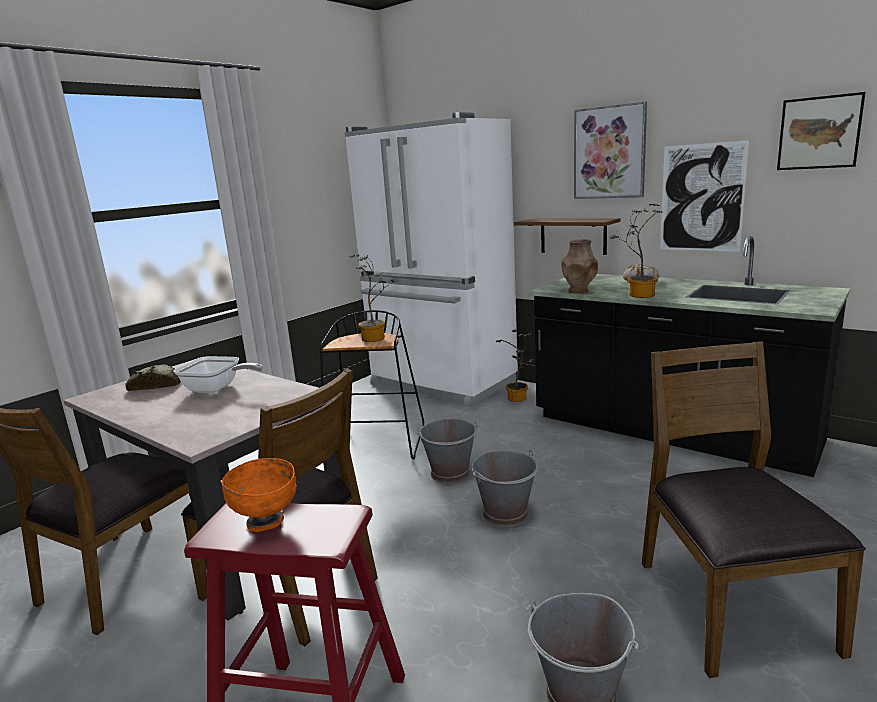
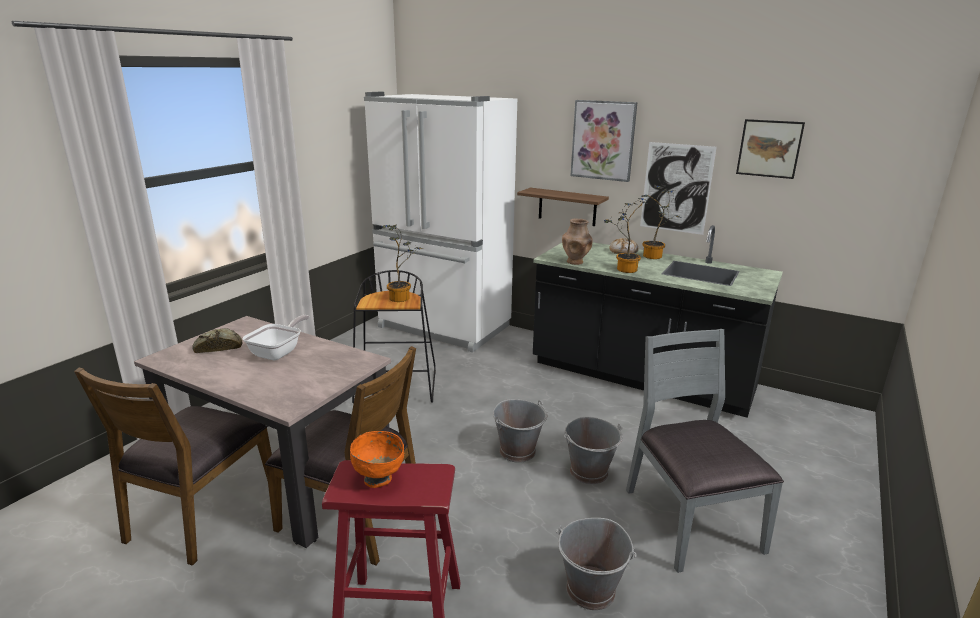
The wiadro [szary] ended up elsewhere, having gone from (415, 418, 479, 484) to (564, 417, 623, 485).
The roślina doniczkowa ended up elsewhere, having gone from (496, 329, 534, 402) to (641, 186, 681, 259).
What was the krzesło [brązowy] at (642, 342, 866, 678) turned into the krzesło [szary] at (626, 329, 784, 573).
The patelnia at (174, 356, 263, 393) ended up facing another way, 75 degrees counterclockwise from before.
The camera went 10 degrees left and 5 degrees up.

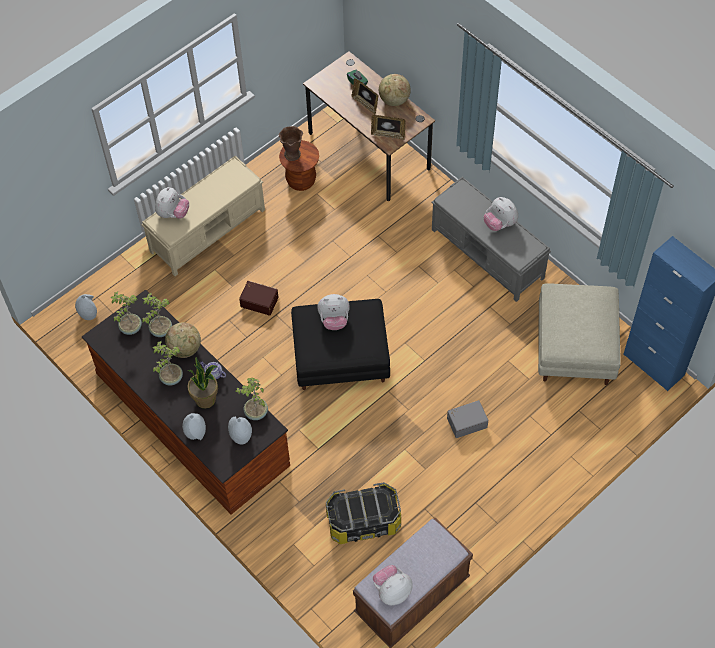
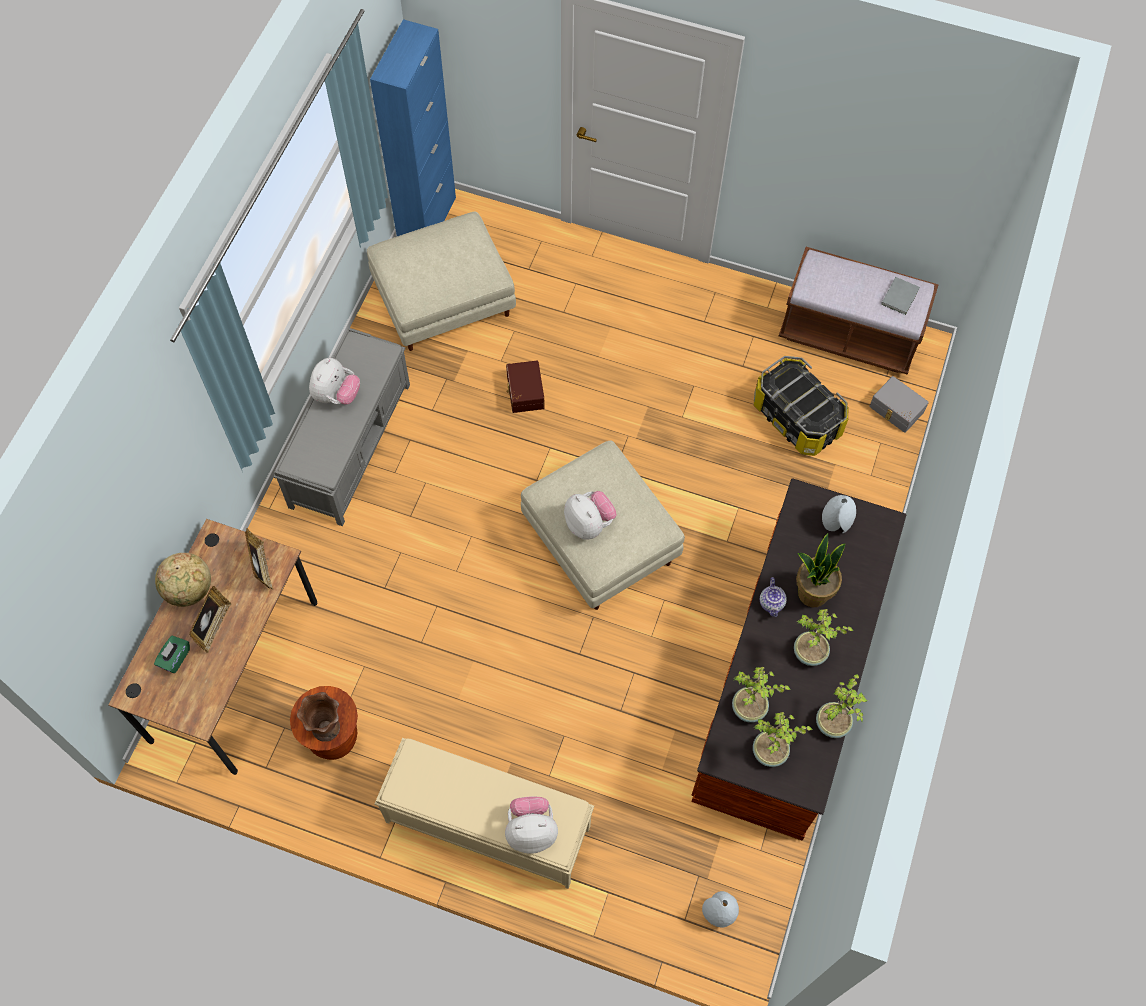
The second view lost the globus at (165, 323, 201, 358).
The second view lost the wazon [szary] at (182, 413, 206, 440).
The roślina doniczkowa ended up elsewhere, having gone from (235, 378, 268, 420) to (816, 674, 868, 738).
The pojemnik do przechowywania [brązowy] ended up elsewhere, having gone from (239, 281, 279, 316) to (506, 361, 545, 413).
The pojemnik do przechowywania [szary] ended up elsewhere, having gone from (447, 400, 488, 438) to (869, 376, 929, 433).
Where the pluszak stood at (373, 565, 413, 605), the książka [szary] came to stand at (881, 277, 920, 315).
What was the pufa [czarny] at (291, 299, 390, 390) turned into the pufa [beżowy] at (521, 441, 685, 610).
The camera went 120 degrees left and 5 degrees up.

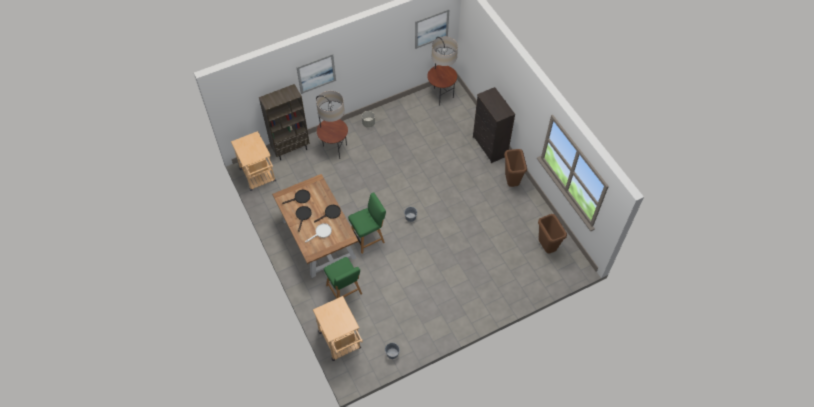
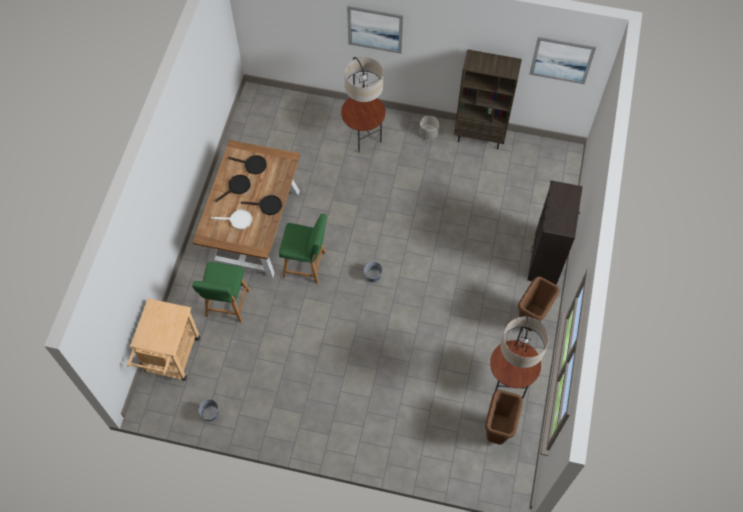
The second view lost the wózek [beżowy] at (231, 131, 276, 191).
The regał [brązowy] ended up elsewhere, having gone from (259, 84, 310, 160) to (454, 49, 522, 149).
The lampa stojąca ended up elsewhere, having gone from (427, 37, 458, 106) to (490, 315, 549, 397).
The camera went 40 degrees right and 5 degrees up.

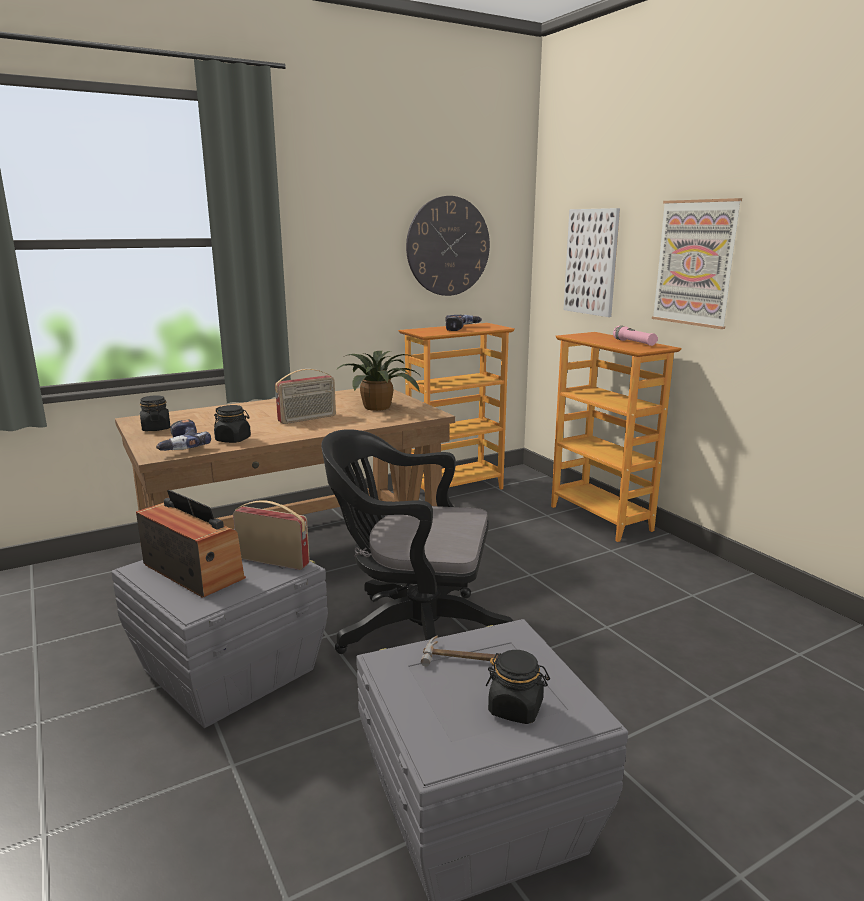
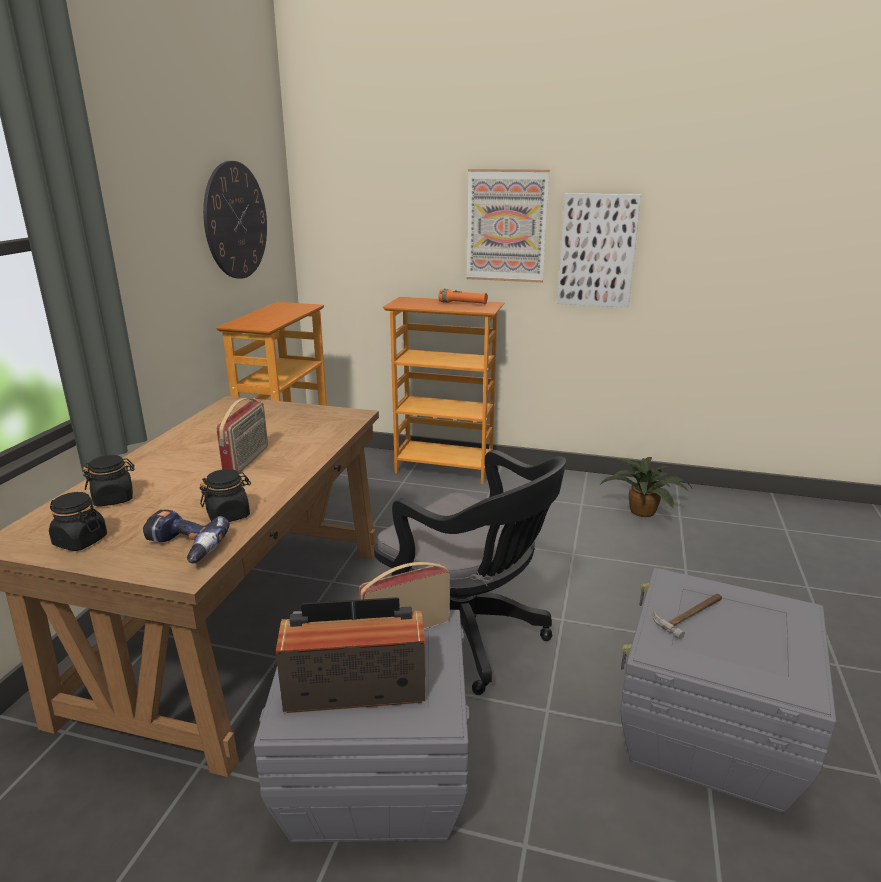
The second view lost the wiertarka at (445, 315, 482, 331).
The roślina doniczkowa ended up elsewhere, having gone from (335, 351, 420, 411) to (600, 457, 692, 517).
The słoik [czarny] ended up elsewhere, having gone from (486, 650, 550, 724) to (83, 455, 134, 506).
The obraz ended up elsewhere, having gone from (564, 208, 620, 317) to (557, 193, 641, 308).
What was the latarka [różowy] at (613, 326, 658, 346) turned into the latarka [pomarańczowy] at (438, 289, 488, 304).
The krzesło biurowe [czarny] at (321, 429, 513, 654) ended up facing another way, 105 degrees counterclockwise from before.
The camera went 45 degrees left and 5 degrees up.

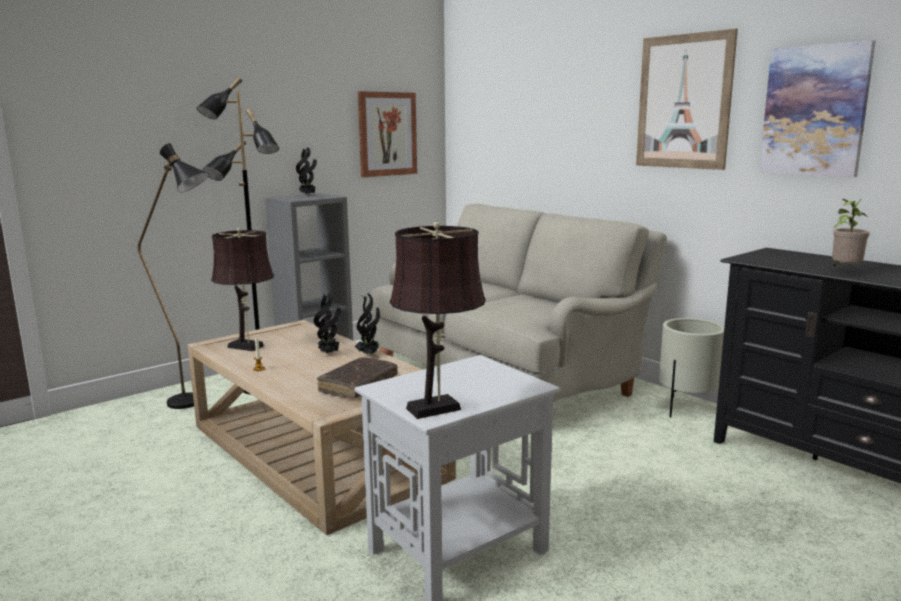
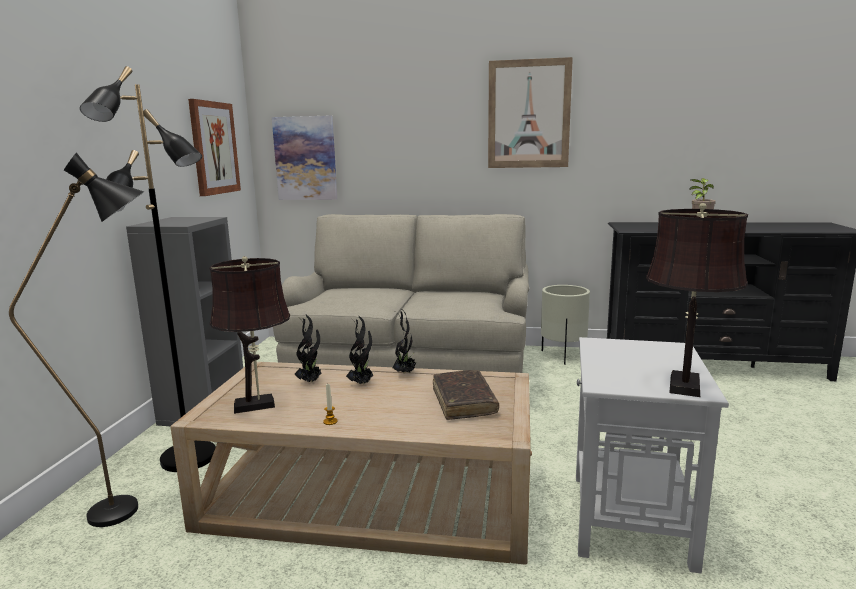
The roślina doniczkowa ended up elsewhere, having gone from (296, 148, 317, 195) to (294, 315, 322, 383).
The obraz ended up elsewhere, having gone from (759, 40, 876, 177) to (272, 115, 337, 200).
The camera went 40 degrees left and 0 degrees up.

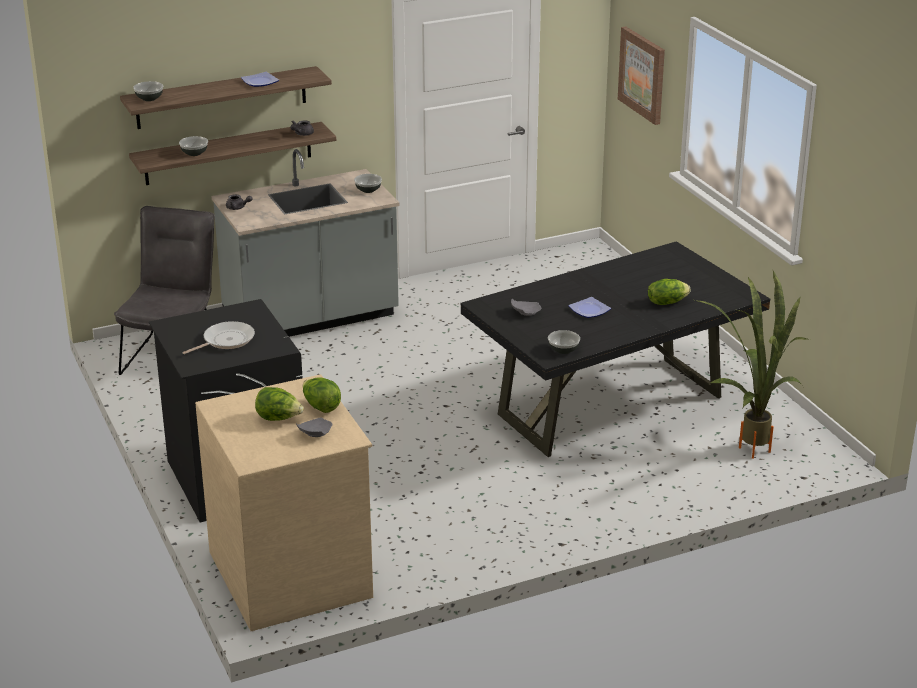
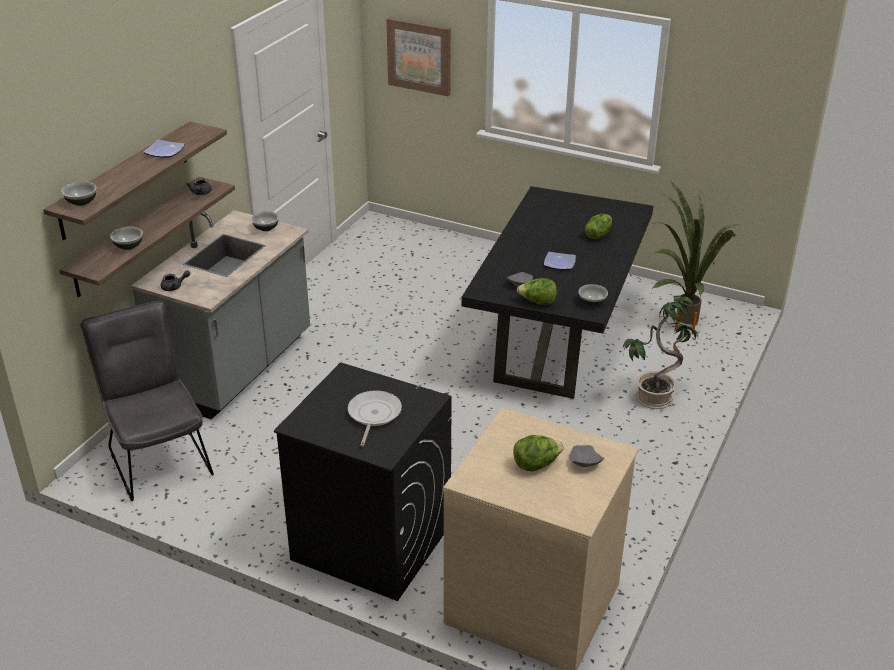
The second view gained the roślina doniczkowa at (623, 295, 698, 409).
The sałata ended up elsewhere, having gone from (303, 377, 341, 413) to (517, 278, 557, 305).
The camera went 40 degrees left and 5 degrees up.

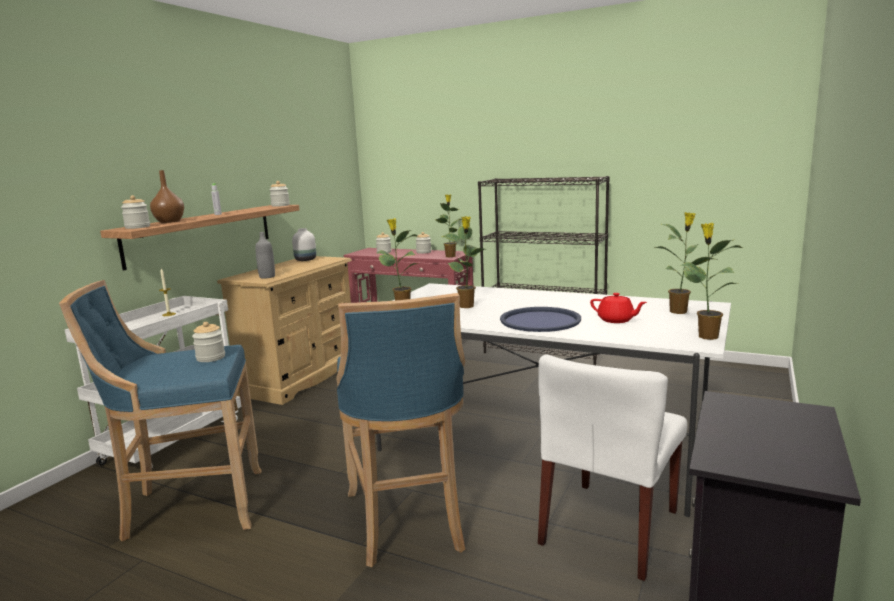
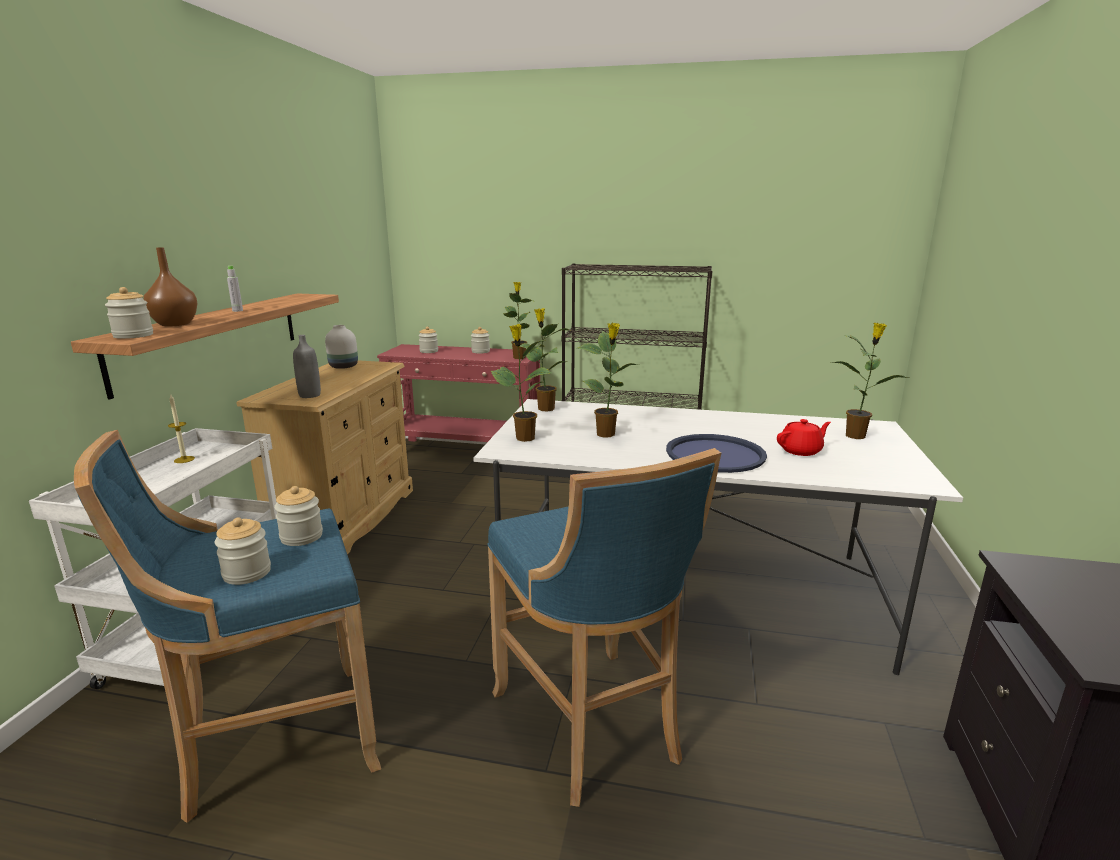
The second view lost the krzesło [biały] at (538, 354, 688, 581).
The słoik ended up elsewhere, having gone from (270, 181, 290, 207) to (215, 518, 271, 585).
The roślina doniczkowa ended up elsewhere, having gone from (681, 223, 743, 340) to (519, 308, 571, 412).
The imbryk [czerwony] at (590, 293, 647, 323) ended up facing another way, 45 degrees counterclockwise from before.
The camera went 15 degrees left and 5 degrees up.

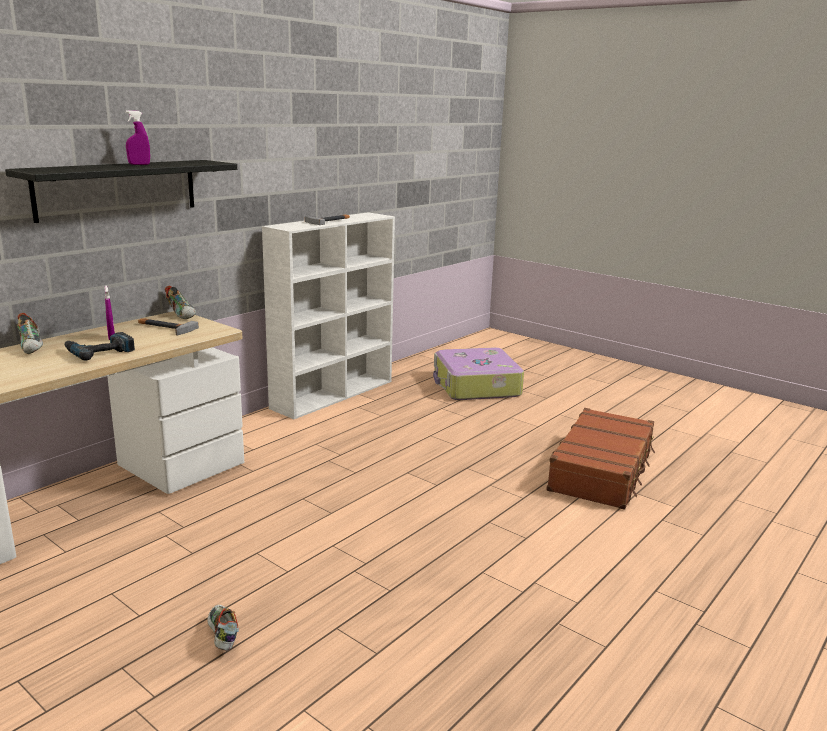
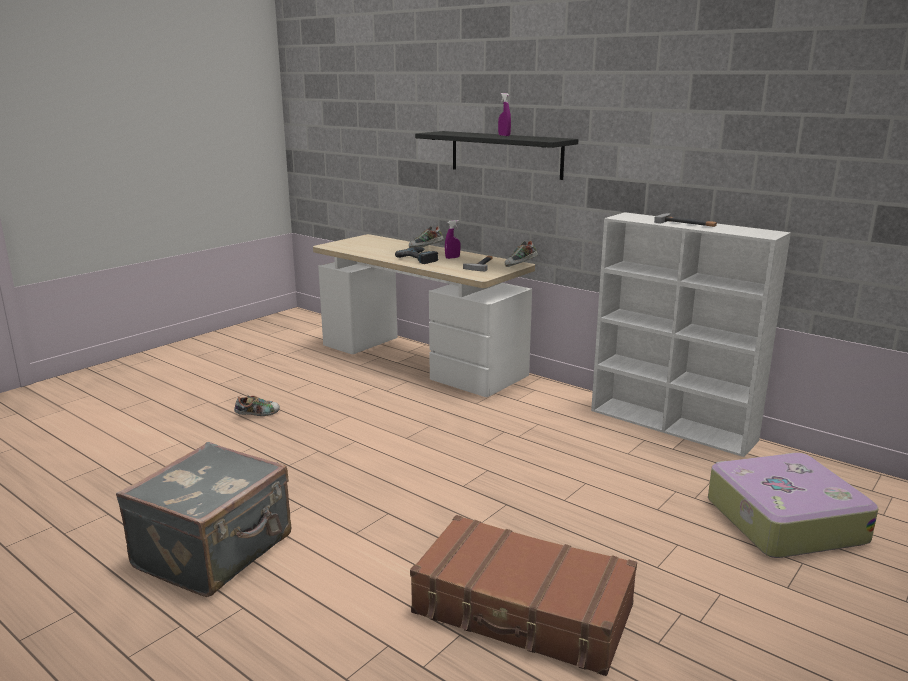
The second view gained the walizka [szary] at (116, 442, 291, 597).
The camera went 90 degrees right and 0 degrees up.

